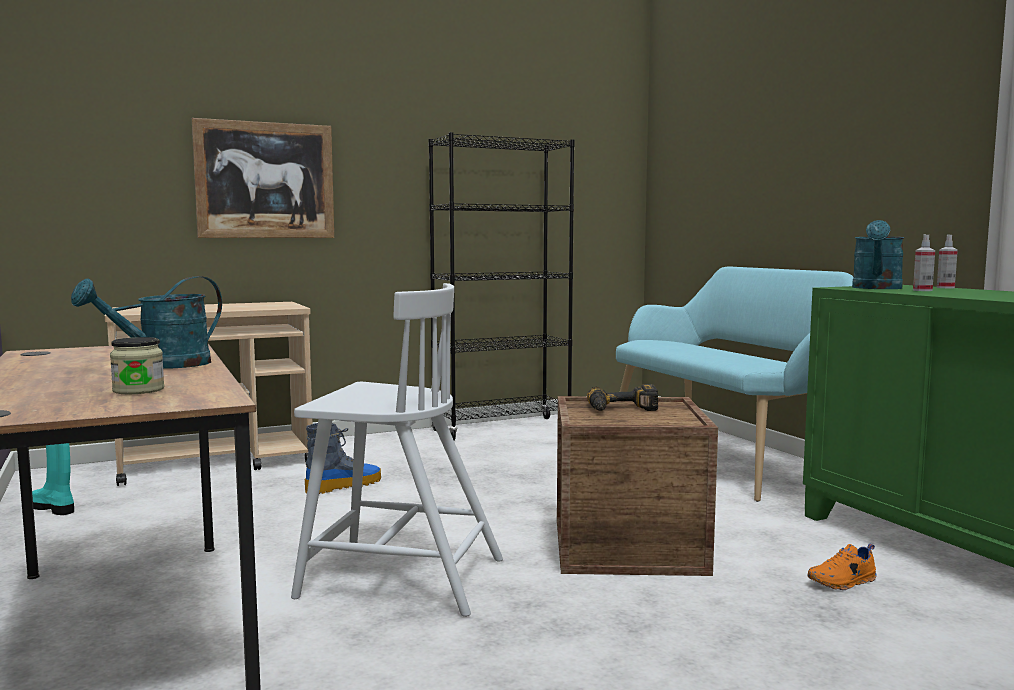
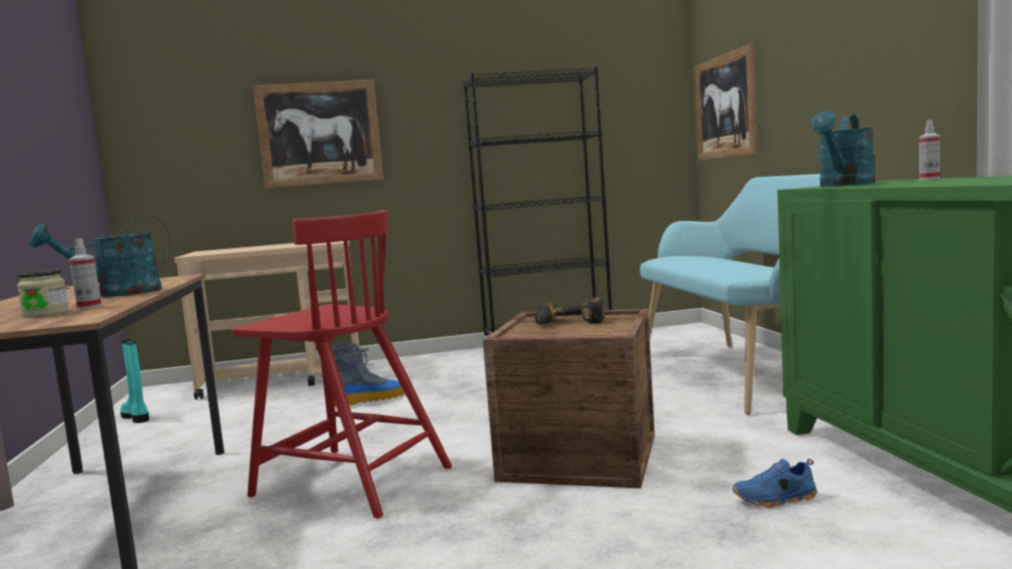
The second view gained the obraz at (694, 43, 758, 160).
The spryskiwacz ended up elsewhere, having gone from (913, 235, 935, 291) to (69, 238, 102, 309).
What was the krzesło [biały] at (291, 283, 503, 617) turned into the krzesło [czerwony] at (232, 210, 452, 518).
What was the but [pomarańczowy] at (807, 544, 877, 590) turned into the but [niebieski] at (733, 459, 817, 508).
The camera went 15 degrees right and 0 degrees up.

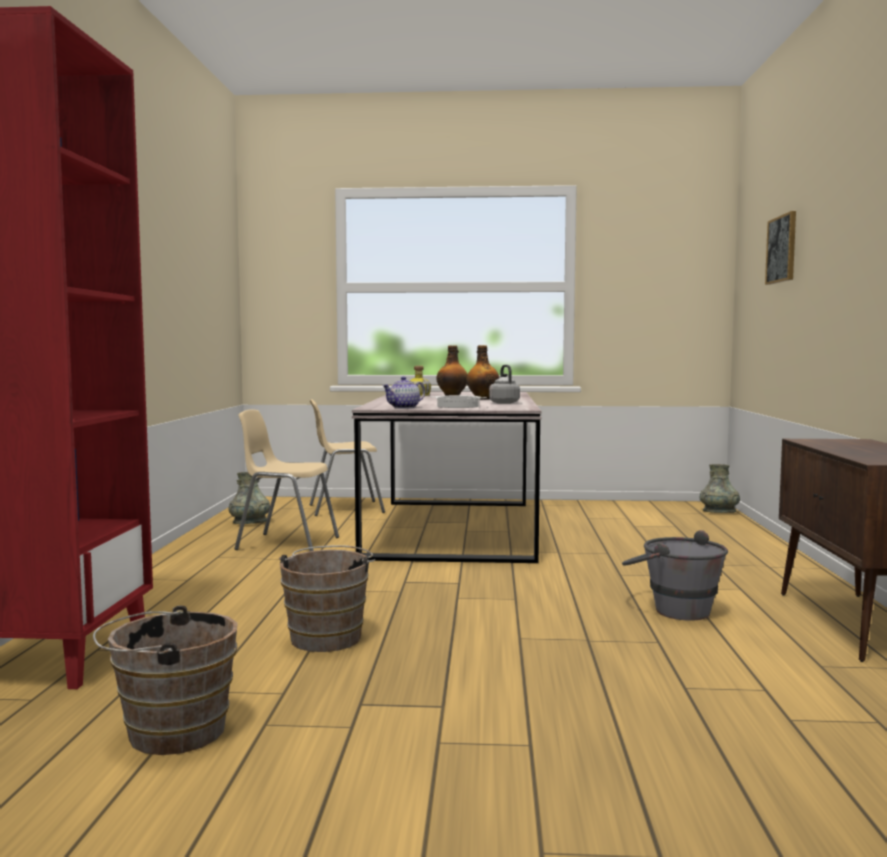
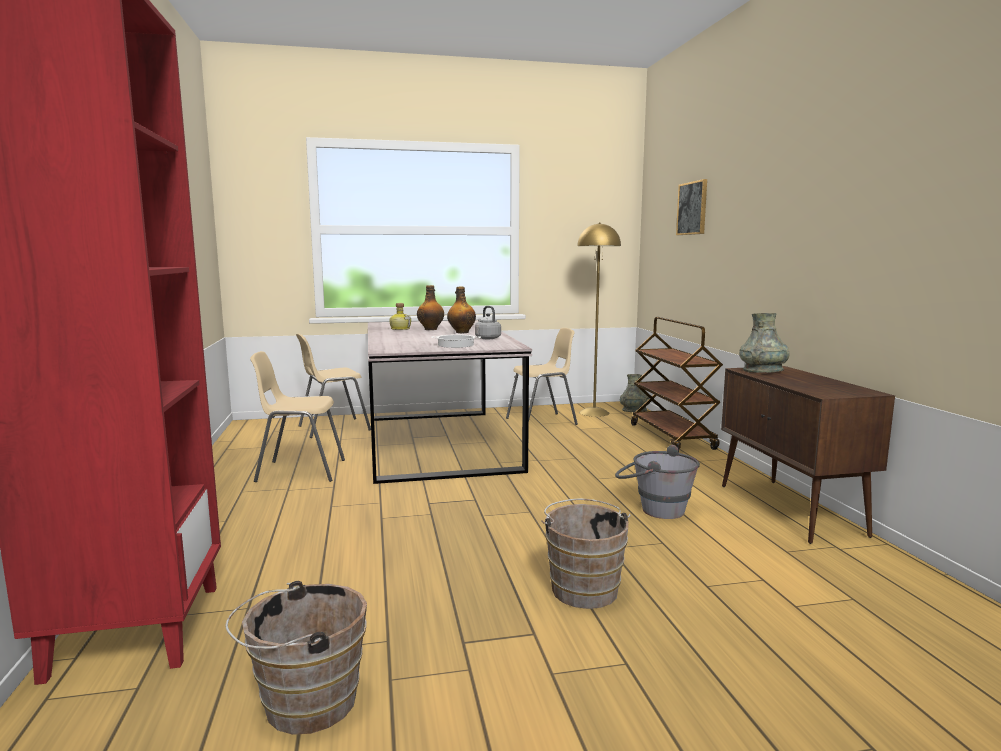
The second view lost the imbryk at (382, 377, 425, 409).
The second view gained the krzesło [beżowy] at (506, 328, 578, 425).
The second view gained the lampa stojąca [żółty] at (577, 222, 621, 417).
The second view gained the wózek [brązowy] at (631, 317, 723, 450).
The wazon [szary] ended up elsewhere, having gone from (229, 472, 270, 524) to (739, 313, 790, 373).
The wiadro [brązowy] ended up elsewhere, having gone from (279, 545, 375, 652) to (541, 499, 630, 609).
The camera went 15 degrees left and 5 degrees up.

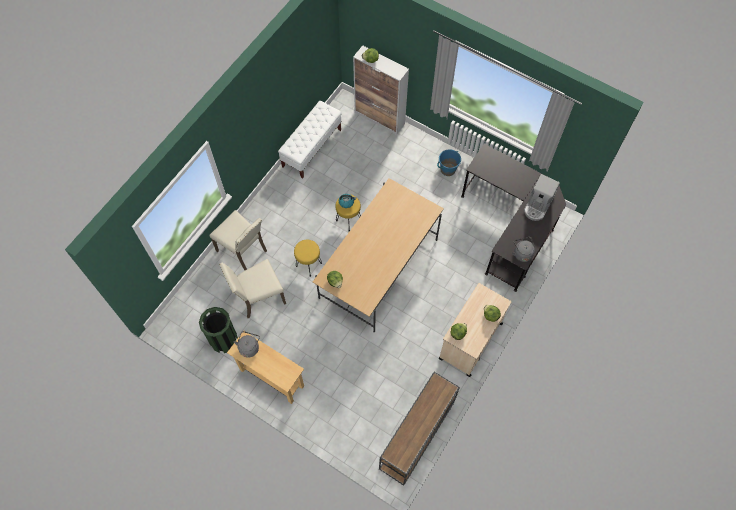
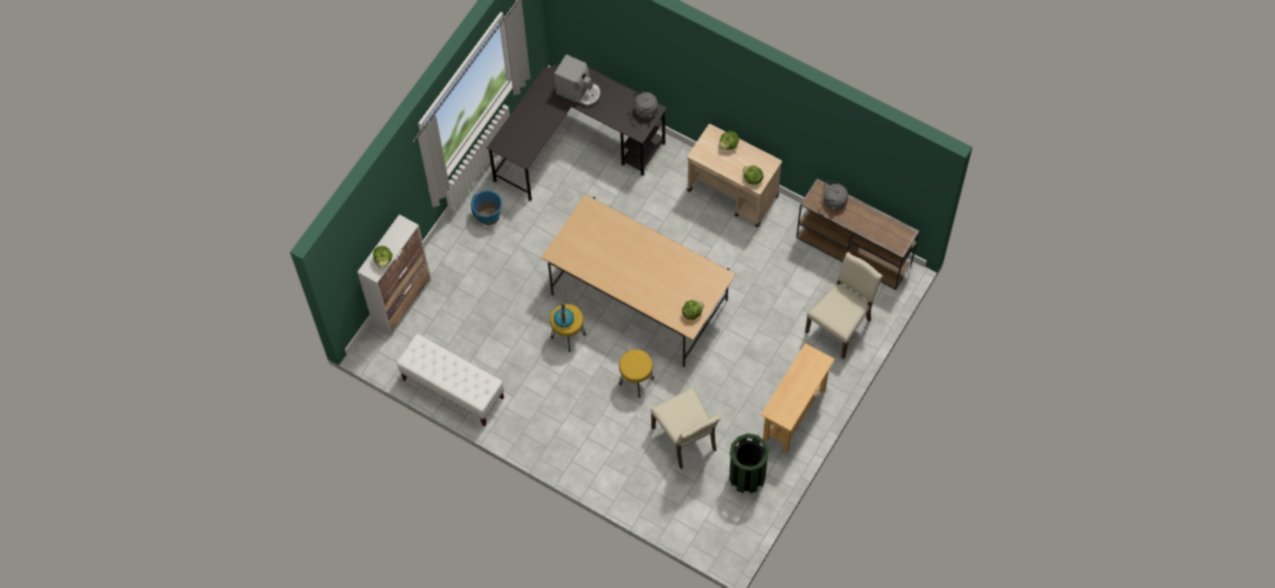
The krzesło [beżowy] ended up elsewhere, having gone from (210, 210, 267, 270) to (805, 252, 883, 359).
The czajnik [szary] ended up elsewhere, having gone from (233, 331, 260, 358) to (822, 181, 848, 211).
The camera went 90 degrees left and 0 degrees up.

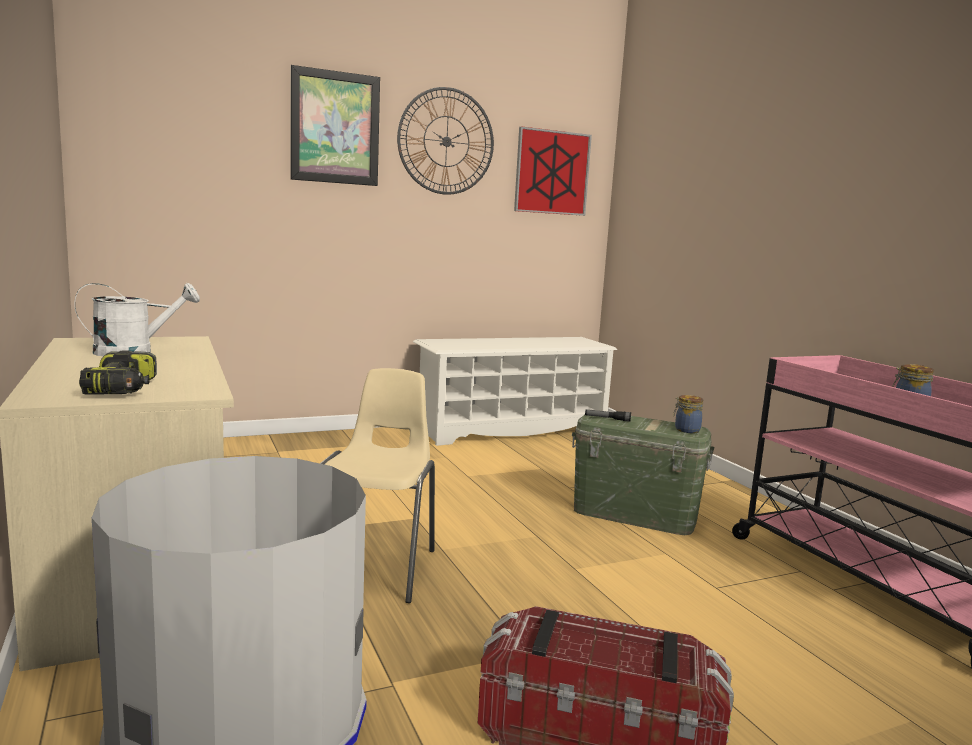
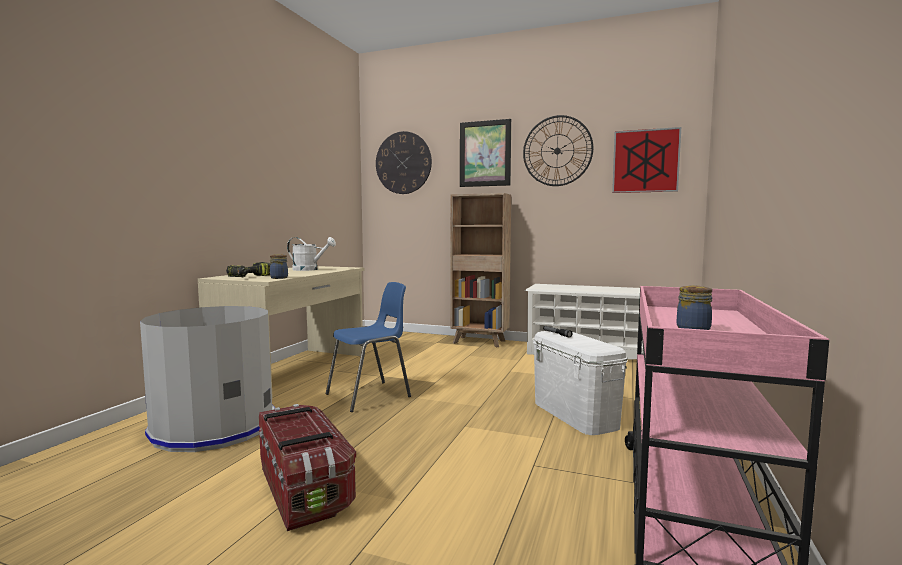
The second view gained the zegar ścienny at (376, 131, 432, 194).
The second view gained the regał [brązowy] at (451, 193, 511, 347).
The słoik ended up elsewhere, having gone from (673, 395, 703, 433) to (270, 254, 288, 279).
What was the krzesło [beżowy] at (320, 368, 435, 603) turned into the krzesło [niebieski] at (326, 282, 411, 412).
What was the pojemnik do przechowywania [zielony] at (572, 415, 714, 535) turned into the pojemnik do przechowywania [biały] at (533, 331, 628, 435).
The camera went 45 degrees right and 5 degrees down.

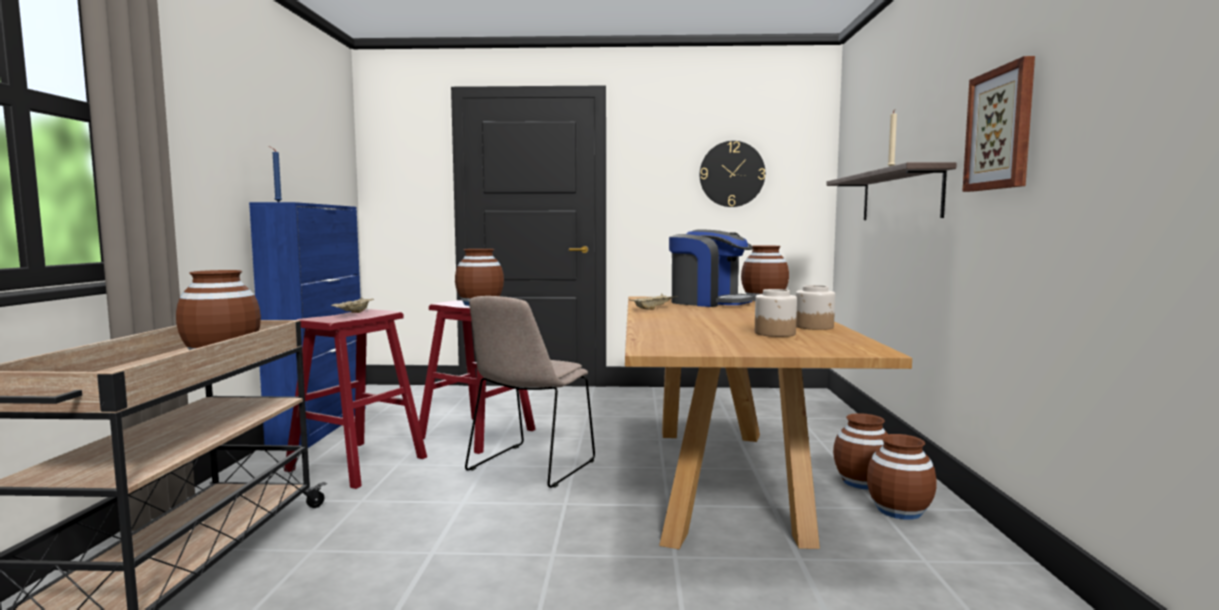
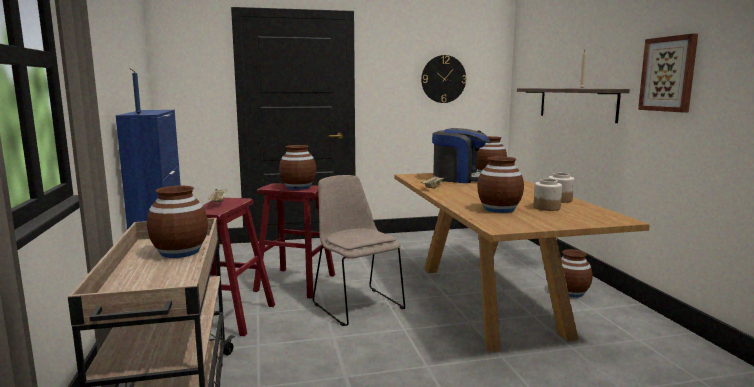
The wazon [brązowy] ended up elsewhere, having gone from (867, 434, 937, 520) to (477, 156, 524, 213).
The krzesło [beżowy] at (465, 296, 595, 488) ended up facing another way, 135 degrees clockwise from before.
The camera went 15 degrees left and 5 degrees up.

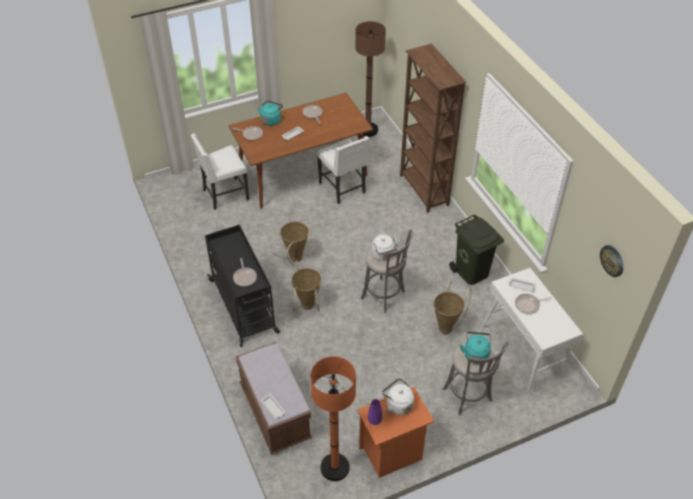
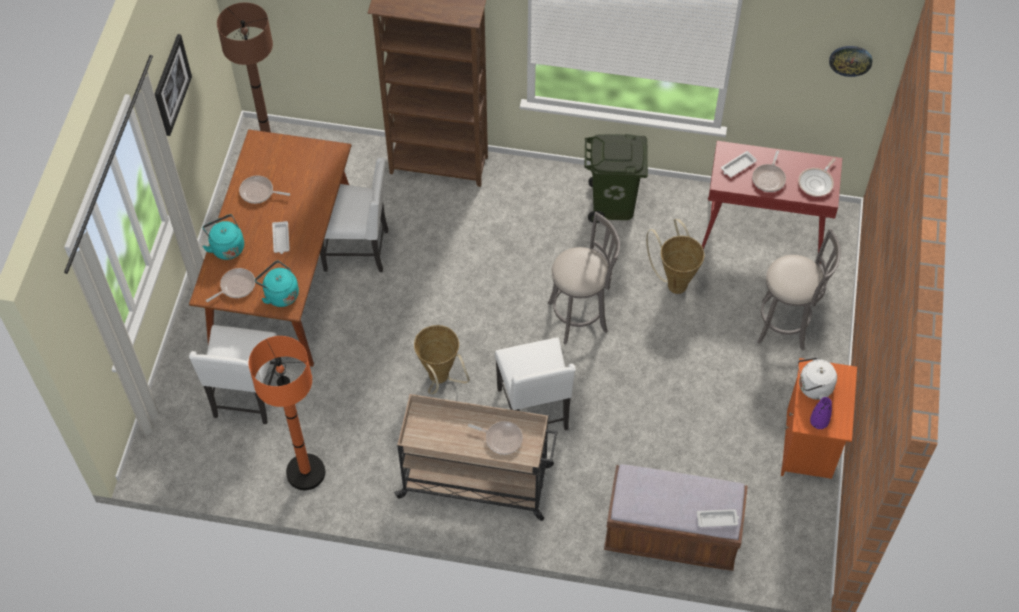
The second view lost the czajnik [biały] at (372, 235, 399, 261).
The second view gained the obraz at (155, 34, 192, 136).
The second view gained the patelnia at (798, 158, 836, 196).
The lampa stojąca [pomarańczowy] ended up elsewhere, having gone from (311, 356, 356, 481) to (249, 336, 325, 490).
The czajnik [turkusowy] ended up elsewhere, having gone from (460, 332, 491, 364) to (255, 261, 299, 307).
Where the koszyk stood at (291, 268, 322, 312), the krzesło [biały] came to stand at (495, 337, 576, 430).
What was the wózek [czarny] at (205, 224, 280, 347) turned into the wózek [beżowy] at (394, 394, 557, 521).
What was the stolik konsolowy [biały] at (482, 268, 583, 393) turned into the stolik konsolowy [czerwony] at (702, 141, 842, 264).
The camera went 55 degrees left and 10 degrees up.

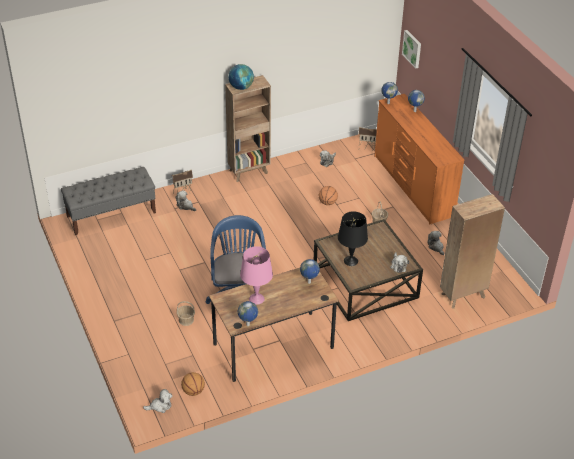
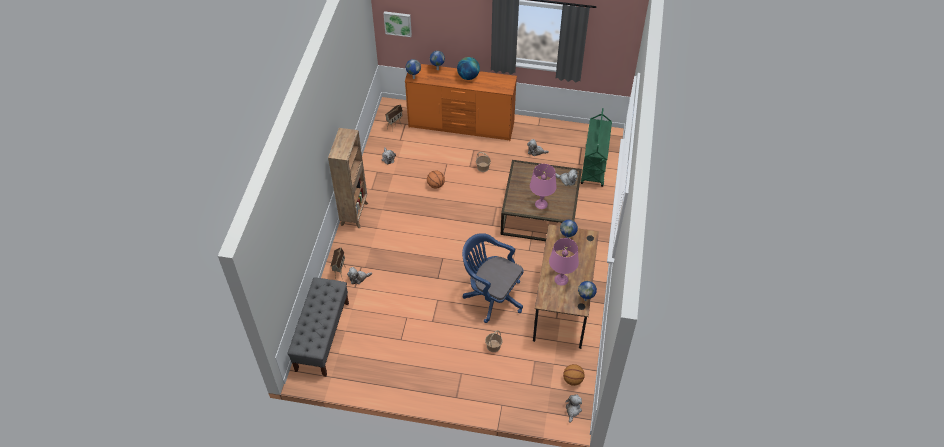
The globus ended up elsewhere, having gone from (229, 64, 254, 90) to (457, 57, 480, 80).
Where the regał [brązowy] stood at (440, 194, 505, 309), the wózek [zielony] came to stand at (581, 108, 612, 187).
What was the lampa stołowa [czarny] at (338, 211, 368, 266) turned into the lampa stołowa [różowy] at (530, 164, 557, 209).
The camera went 55 degrees left and 10 degrees up.

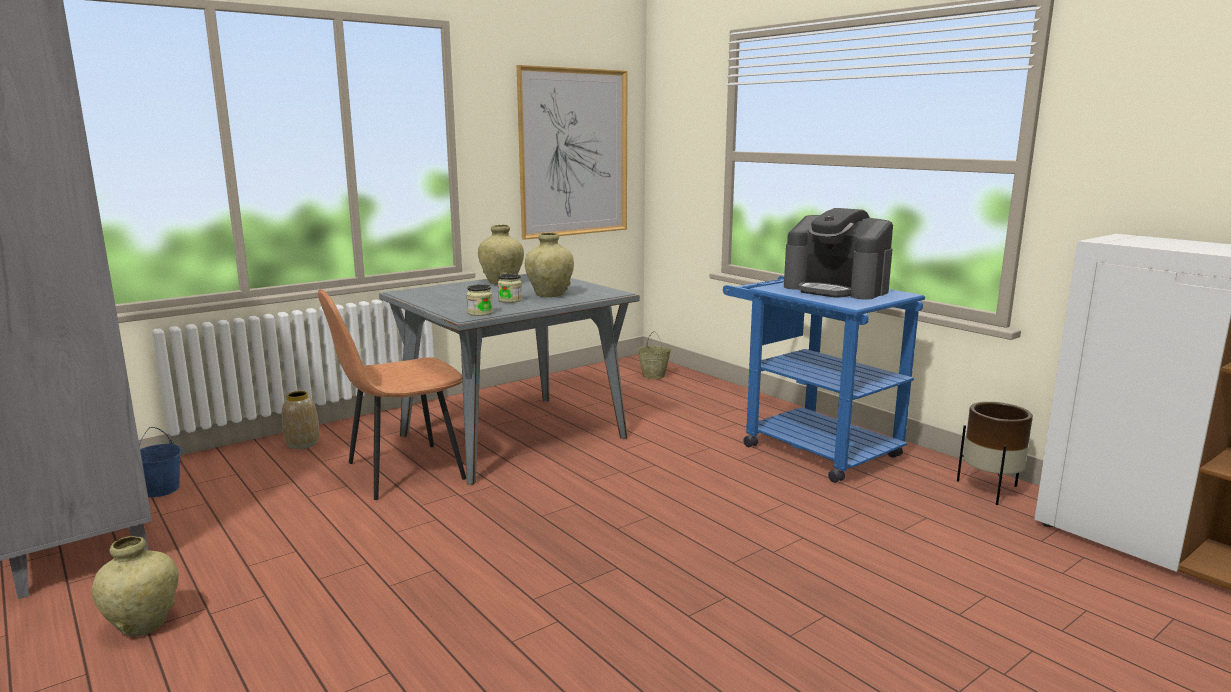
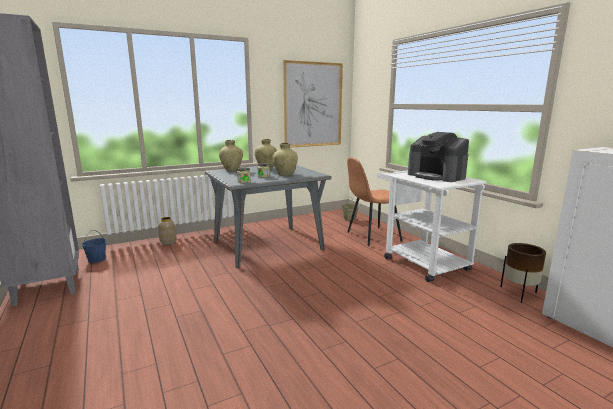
The wazon [beżowy] ended up elsewhere, having gone from (92, 536, 179, 637) to (219, 140, 243, 171).
The krzesło [brązowy] ended up elsewhere, having gone from (318, 289, 466, 500) to (347, 157, 402, 246).
What was the wózek [niebieski] at (723, 276, 925, 483) turned into the wózek [biały] at (377, 170, 487, 282).
The camera went 10 degrees right and 0 degrees up.

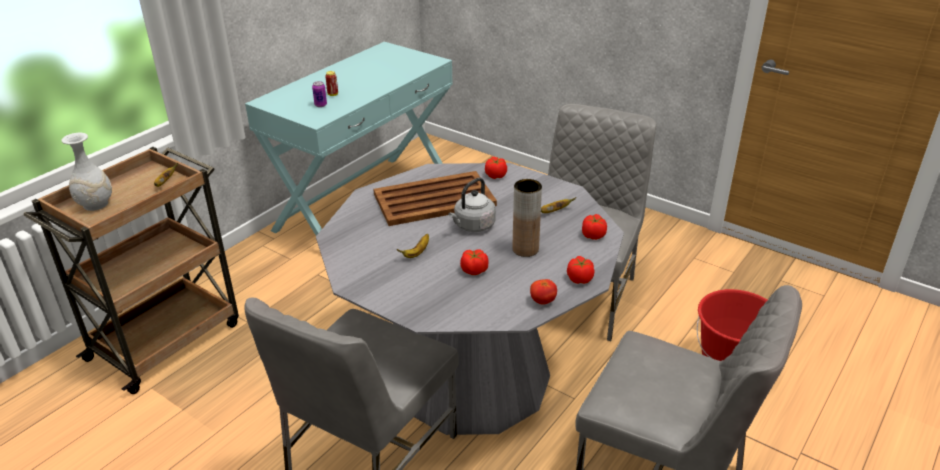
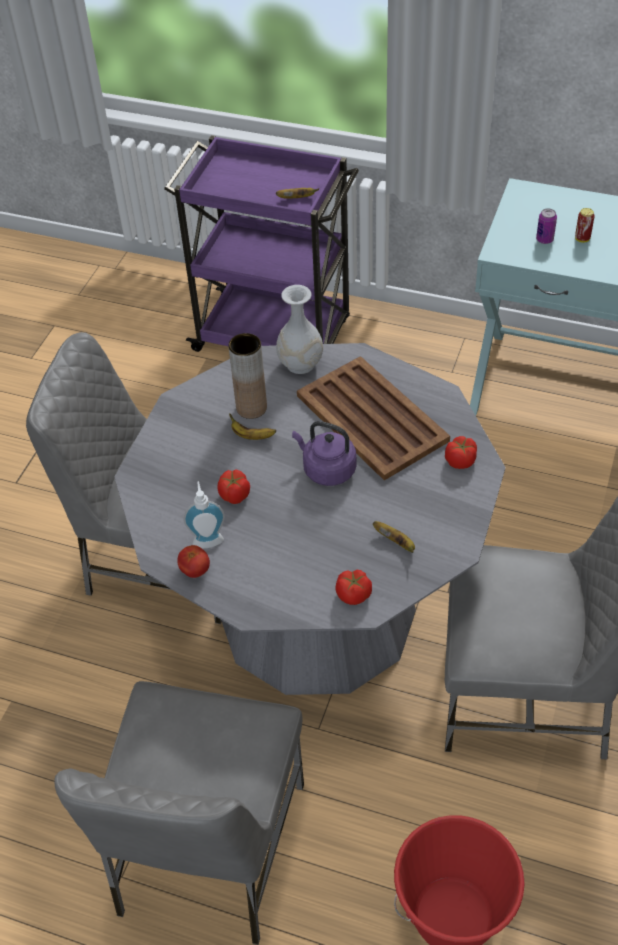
The second view lost the pomidor at (567, 256, 595, 284).
The second view gained the dozownik mydła at (183, 481, 225, 548).
The wazon [biały] ended up elsewhere, having gone from (61, 133, 112, 211) to (276, 285, 323, 374).
The wazon [brązowy] ended up elsewhere, having gone from (512, 179, 542, 257) to (228, 333, 267, 419).
What was the wózek [brązowy] at (24, 147, 239, 394) turned into the wózek [fioletowy] at (164, 135, 359, 352).
What was the czajnik [szary] at (448, 178, 496, 232) turned into the czajnik [fioletowy] at (292, 421, 356, 486).
The camera went 75 degrees right and 15 degrees up.

